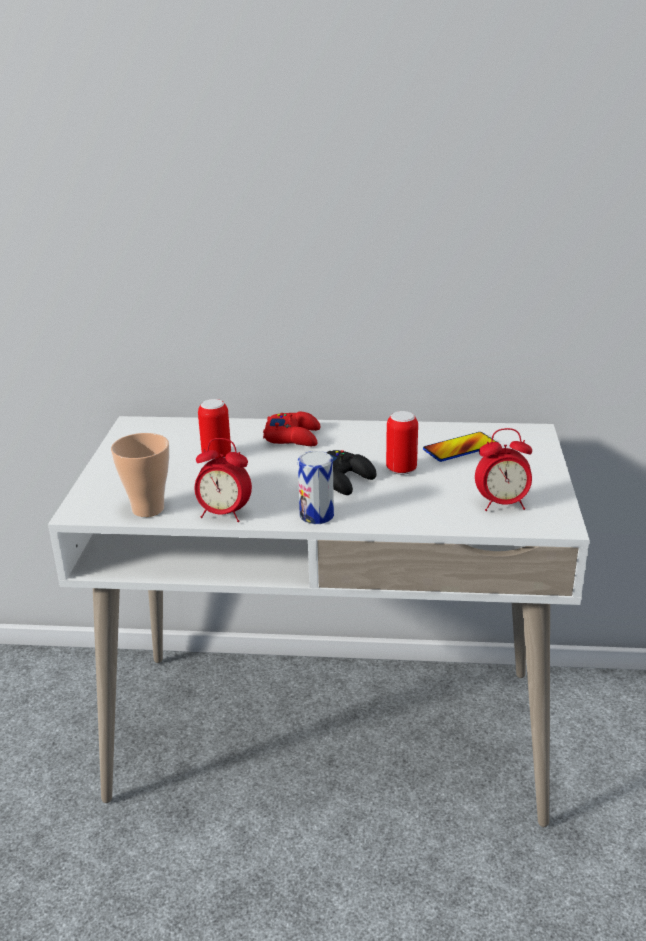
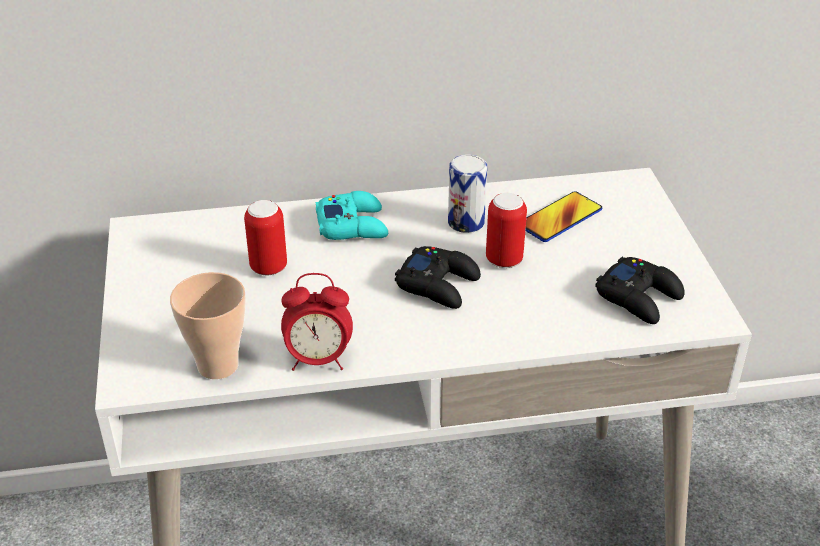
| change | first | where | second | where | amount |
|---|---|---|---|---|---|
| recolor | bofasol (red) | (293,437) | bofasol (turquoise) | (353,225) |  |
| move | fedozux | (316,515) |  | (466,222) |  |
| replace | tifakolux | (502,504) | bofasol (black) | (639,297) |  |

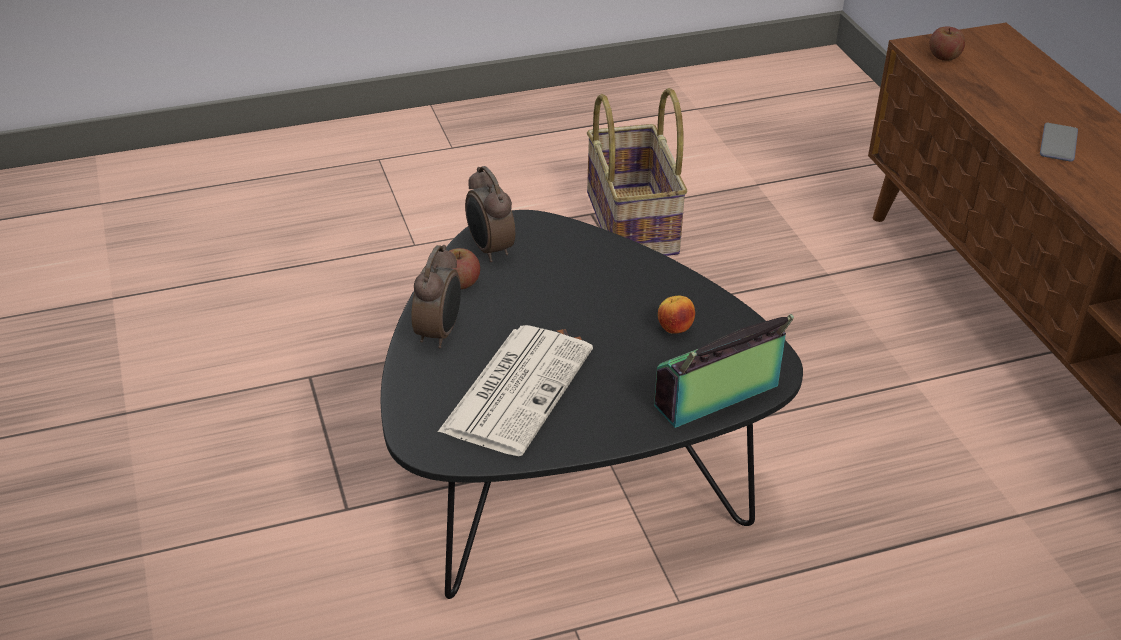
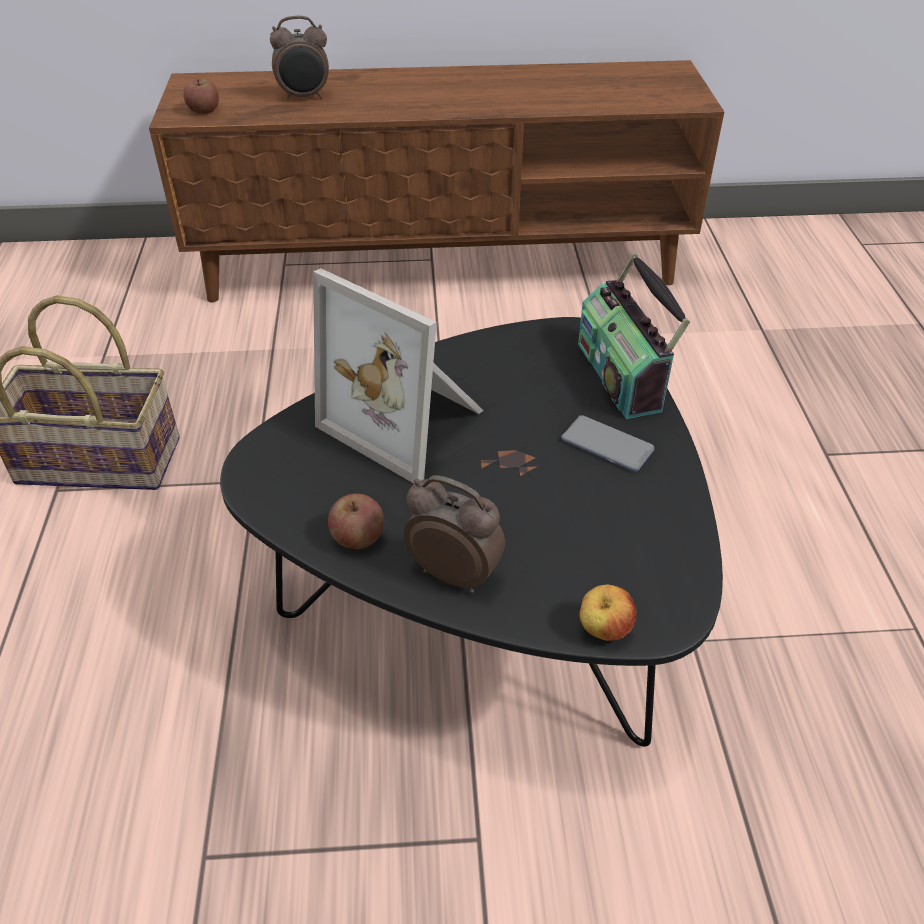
| change | first | where | second | where | amount |
|---|---|---|---|---|---|
| delete | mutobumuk | (517,388) |  |  |  |
| move | tifakolux | (489,250) |  | (304,97) |  |
| move | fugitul | (674,329) |  | (604,630) |  |
| move | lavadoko | (1058,143) |  | (607,445) |  |
| insert |  |  | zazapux | (408,420) |  |

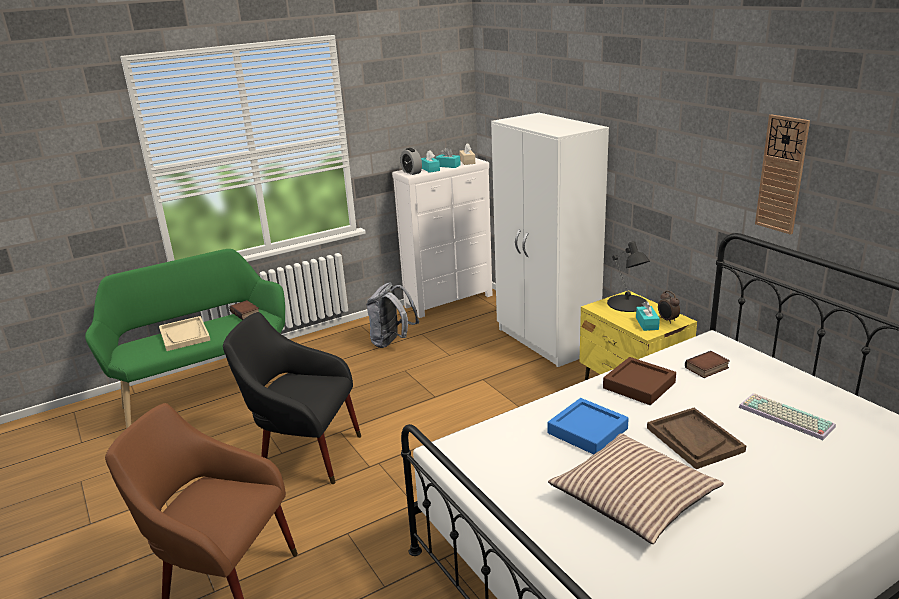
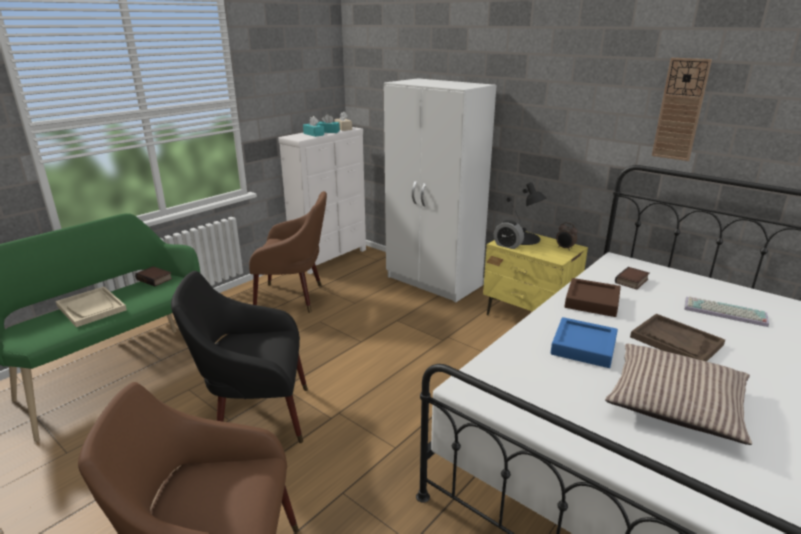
| change | first | where | second | where | amount |
|---|---|---|---|---|---|
| replace | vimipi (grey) | (392,342) | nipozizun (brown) | (294,297) |  |
| move | tifakolux | (411,172) |  | (507,245) |  |
| delete | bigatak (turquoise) | (647,323) |  |  |  |

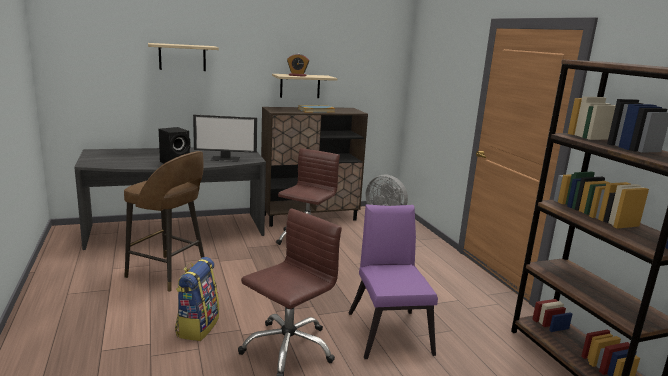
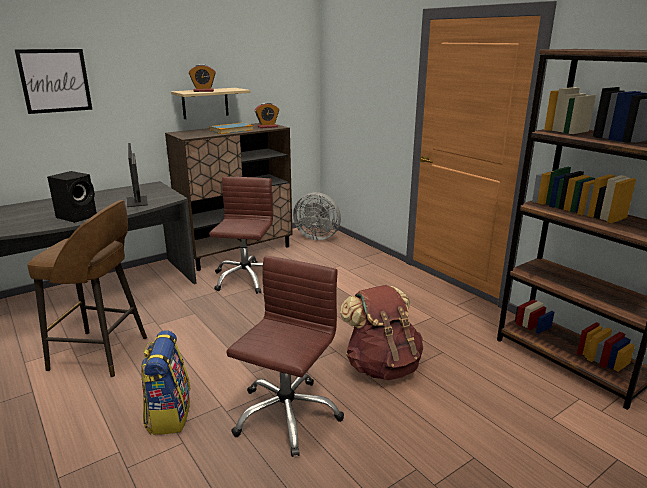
| change | first | where | second | where | amount |
|---|---|---|---|---|---|
| replace | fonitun | (182,57) | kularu | (55,81) |  |
| rotate | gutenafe | (226,158) |  | (137,201) | 90 degrees clockwise |
| replace | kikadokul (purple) | (389,329) | vimipi (brown) | (382,366) |  |
| insert |  |  | tifakolux | (267,127) |  |

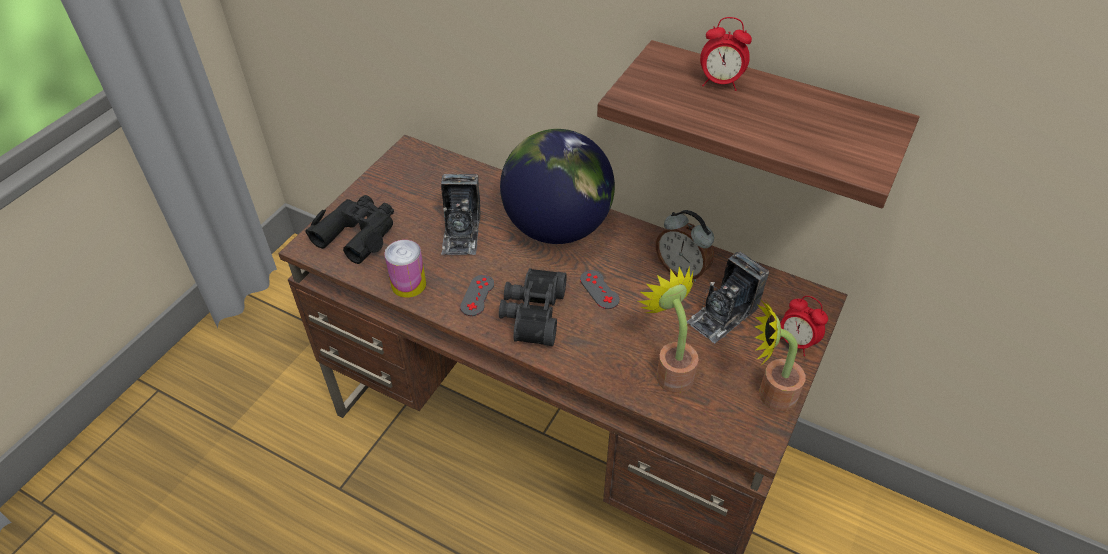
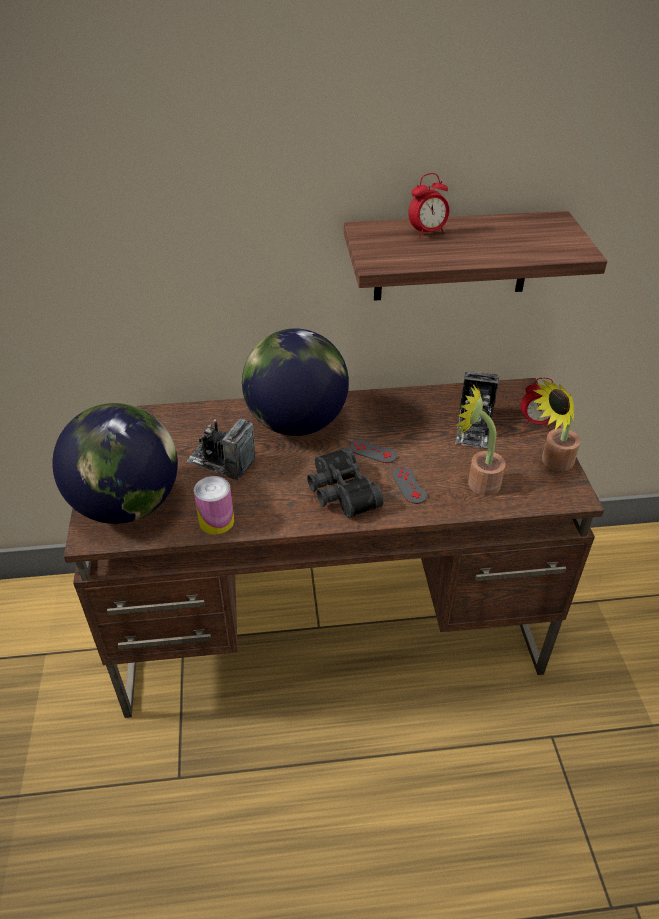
| change | first | where | second | where | amount |
|---|---|---|---|---|---|
| replace | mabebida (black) | (357,233) | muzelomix | (128,504) |  |
| rotate | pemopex | (461,232) |  | (221,461) | 150 degrees clockwise |
| move | bofasol (grey) | (477,295) |  | (409,486) |  |
| delete | tifakolux | (682,270) |  |  |  |

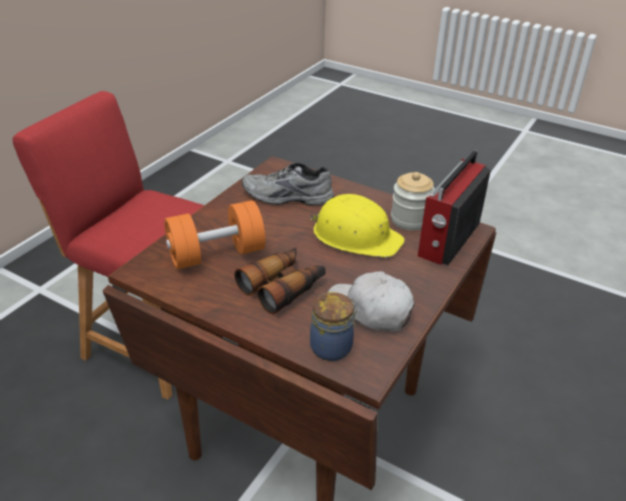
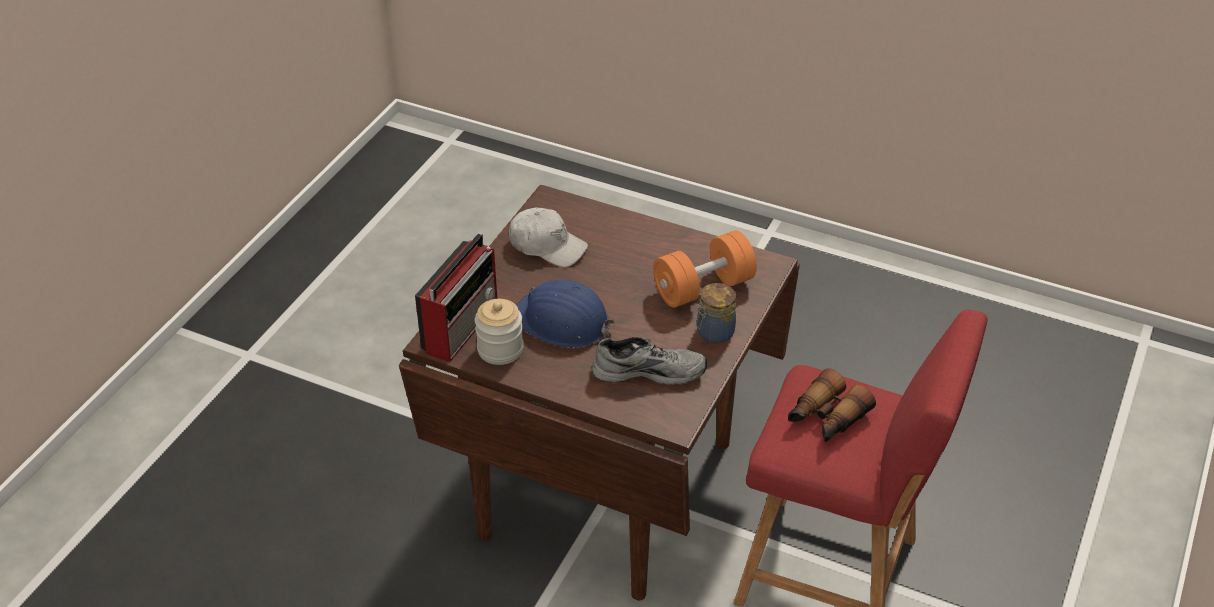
| change | first | where | second | where | amount |
|---|---|---|---|---|---|
| move | mabebida | (283,286) |  | (826,418) |  |
| recolor | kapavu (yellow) | (356,236) | kapavu (blue) | (562,322) |  |
| move | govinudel | (333,347) |  | (713,333) |  |

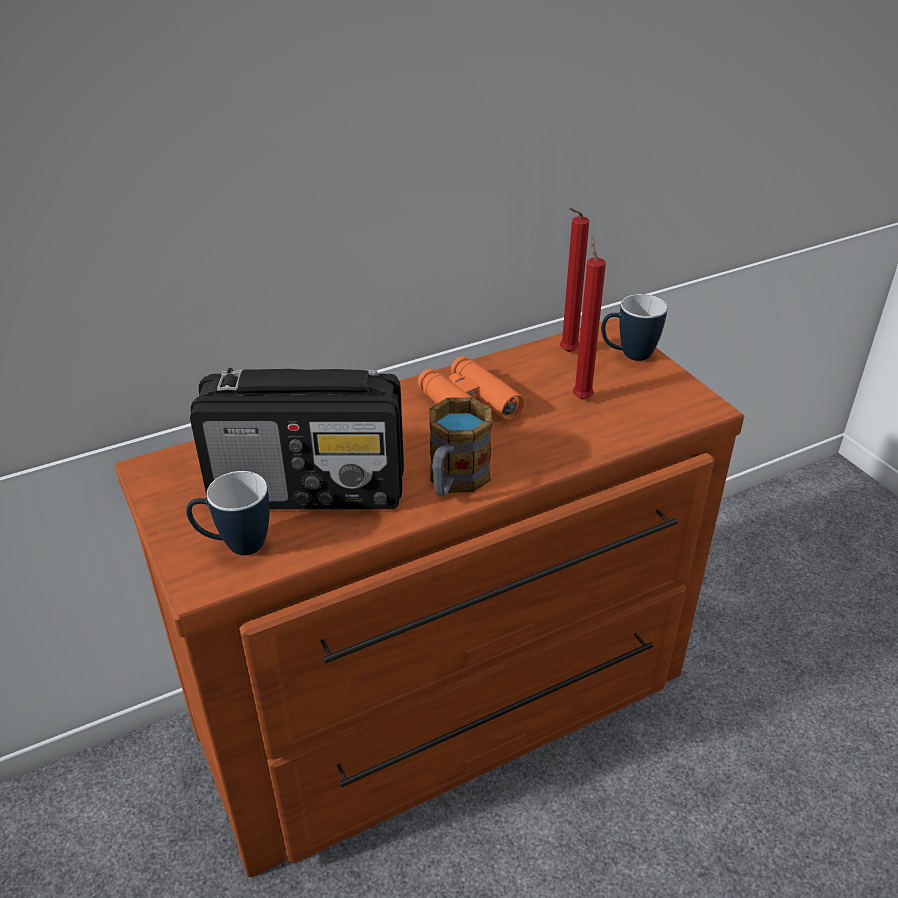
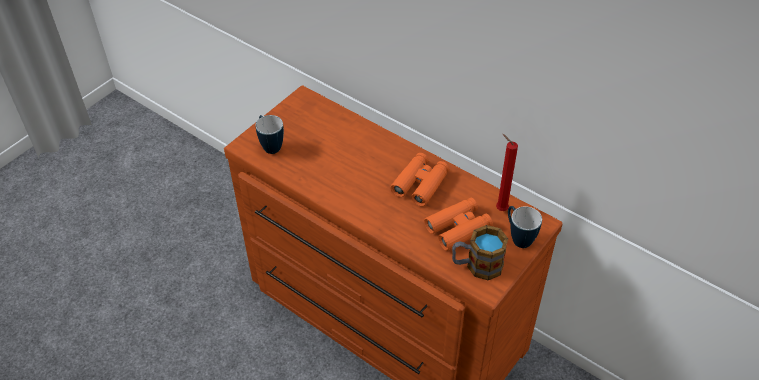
| change | first | where | second | where | amount |
|---|---|---|---|---|---|
| delete | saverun | (310,489) |  |  |  |
| move | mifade | (454,481) |  | (477,265) |  |
| replace | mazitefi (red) | (581,397) | mabebida (orange) | (458,228) |  |

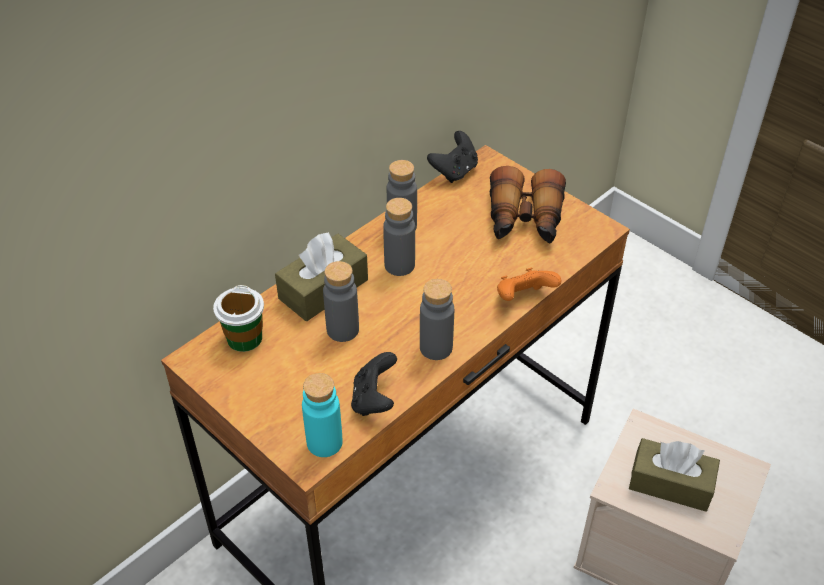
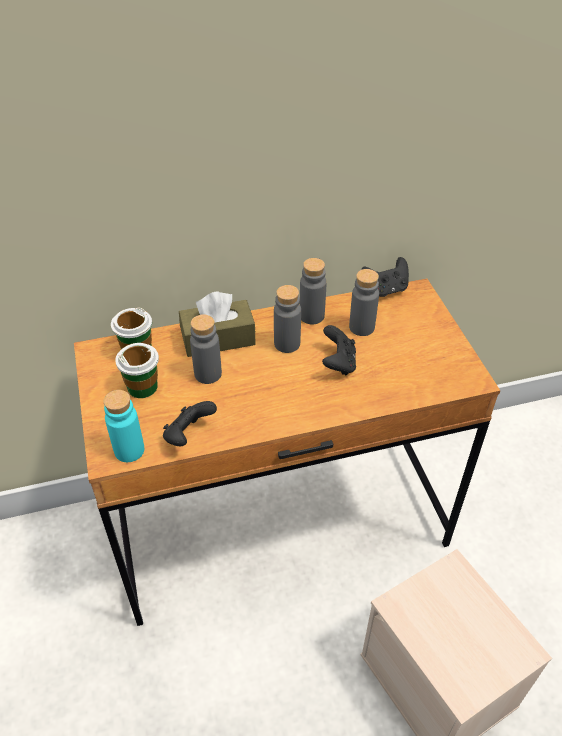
| change | first | where | second | where | amount |
|---|---|---|---|---|---|
| move | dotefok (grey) | (436,347) |  | (361,327) |  |
| delete | mabebida | (524,220) |  |  |  |
| delete | bofasol (orange) | (523,298) |  |  |  |
| delete | bigatak (brown) | (670,484) |  |  |  |
| insert |  |  | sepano | (142,387) |  |
| insert |  |  | bofasol (black) | (338,363) |  |

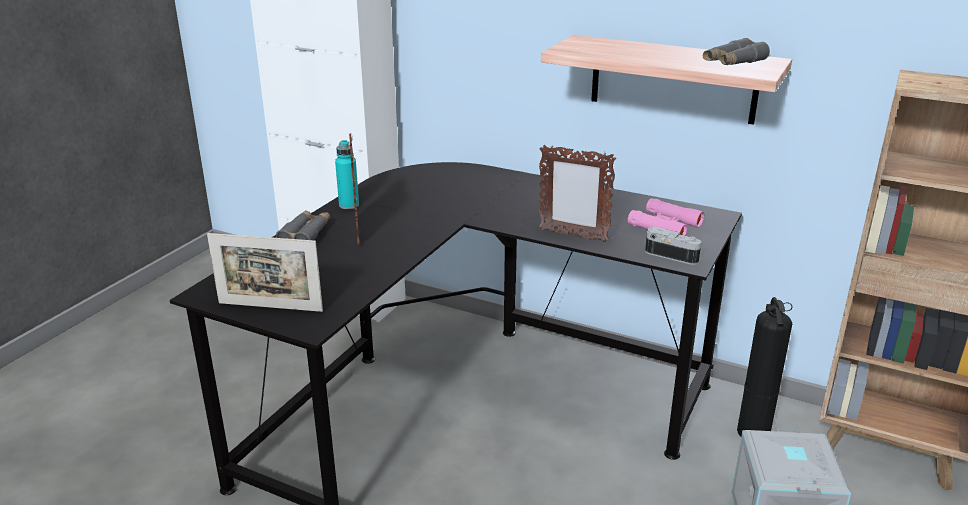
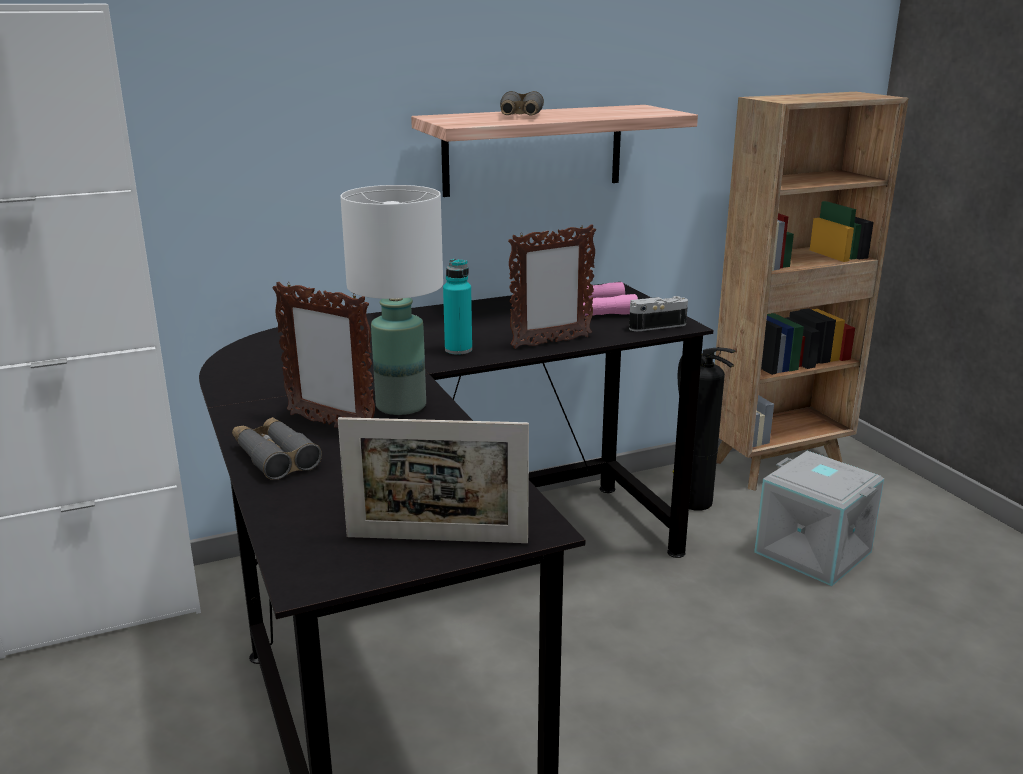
| change | first | where | second | where | amount |
|---|---|---|---|---|---|
| rotate | zazapux | (270,307) |  | (437,539) | 45 degrees clockwise |
| move | dotefok (turquoise) | (349,205) |  | (458,350) |  |
| move | mabebida (grey) | (733,62) |  | (520,116) |  |
| insert |  |  | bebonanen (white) | (401,405) |  |

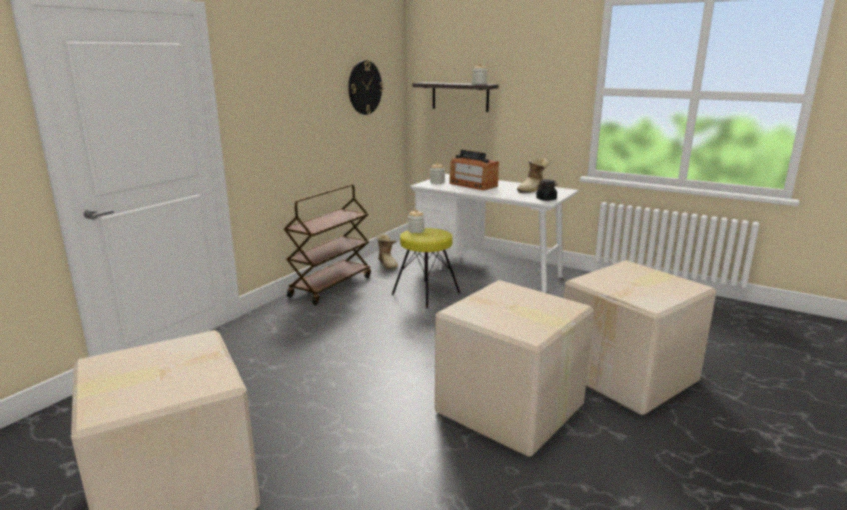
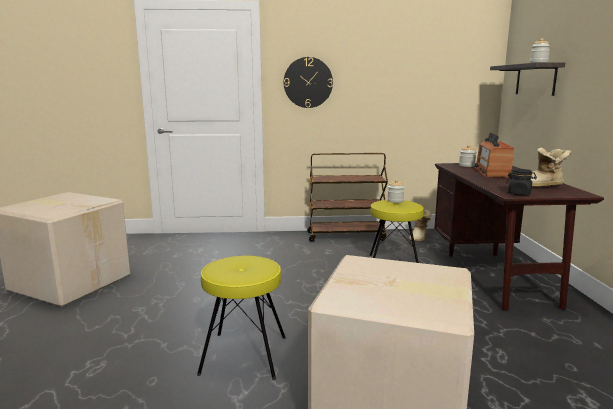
| change | first | where | second | where | amount |
|---|---|---|---|---|---|
| move | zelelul | (364,87) |  | (308,82) |  |
| recolor | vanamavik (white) | (490,271) | vanamavik (brown) | (494,274) |  |
| replace | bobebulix | (510,410) | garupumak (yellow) | (243,355) |  |

